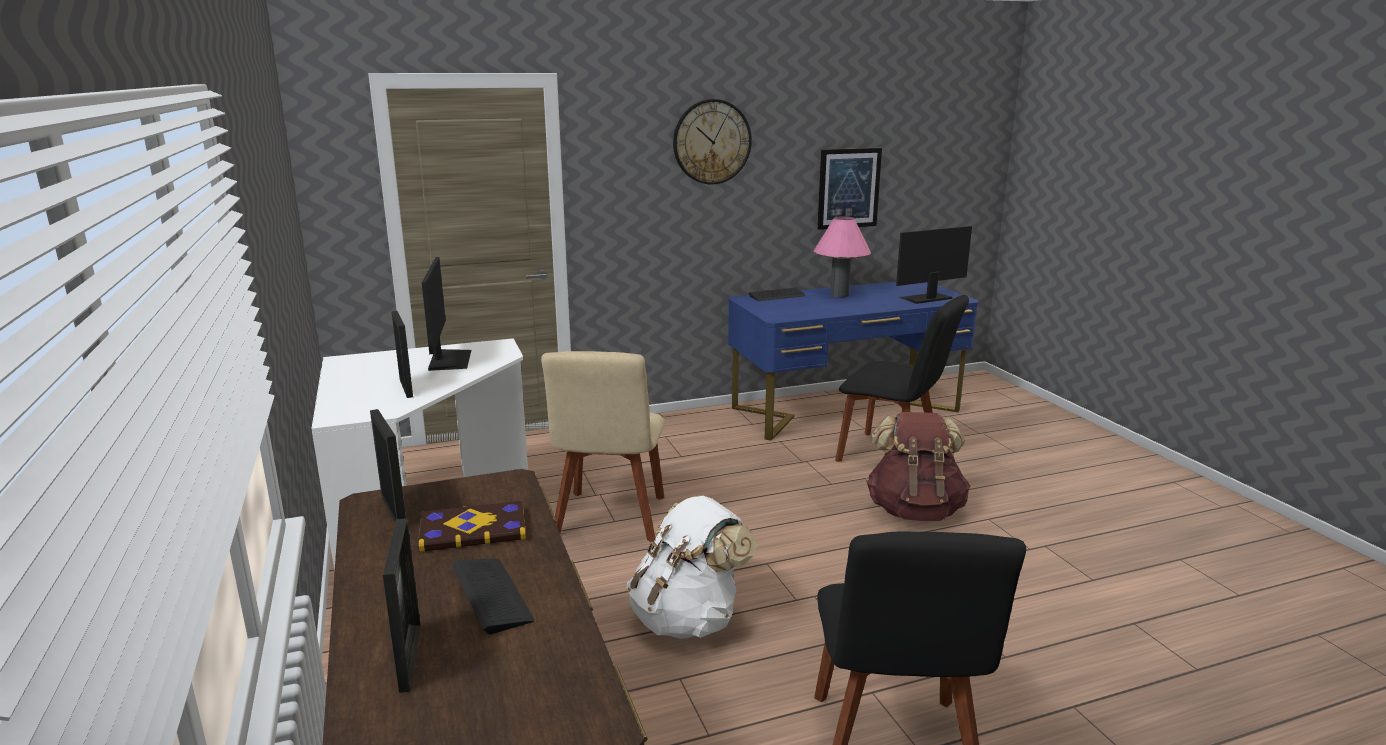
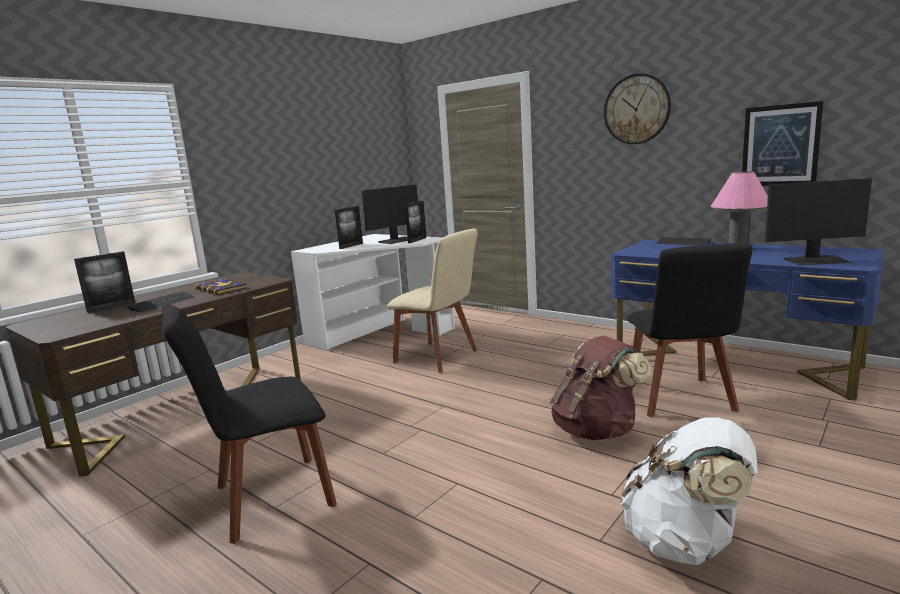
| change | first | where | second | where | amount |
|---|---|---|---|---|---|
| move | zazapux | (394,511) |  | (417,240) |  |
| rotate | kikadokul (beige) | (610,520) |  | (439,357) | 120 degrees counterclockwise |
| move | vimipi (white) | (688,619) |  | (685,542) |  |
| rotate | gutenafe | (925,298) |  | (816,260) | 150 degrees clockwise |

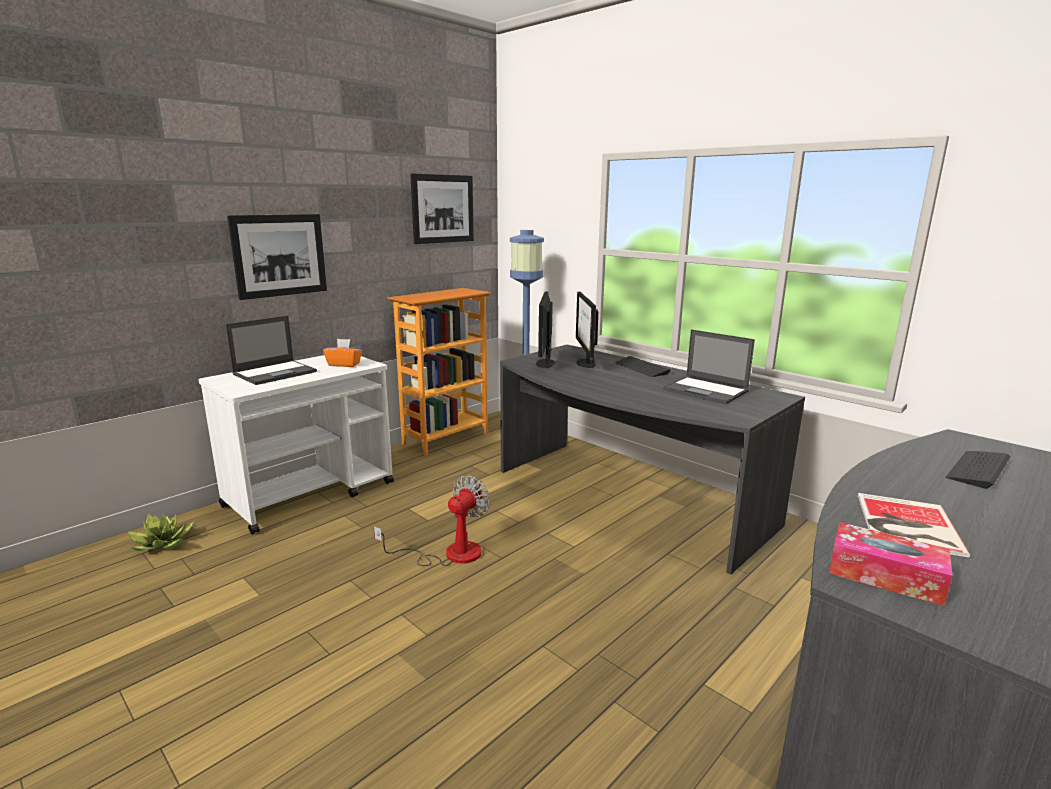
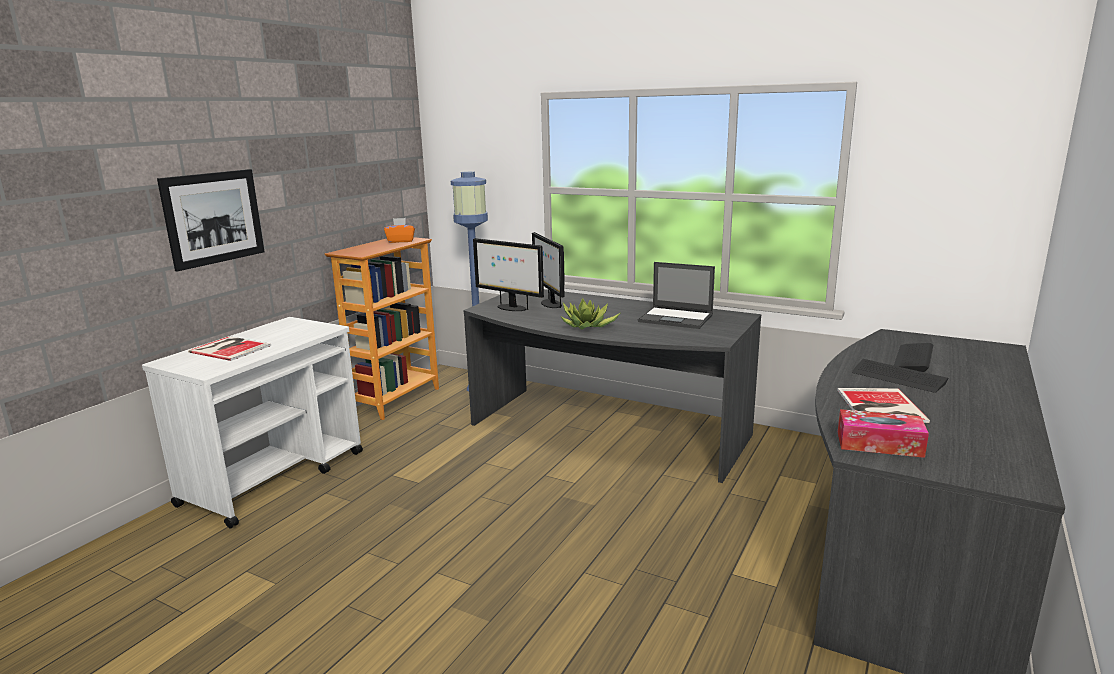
| change | first | where | second | where | amount |
|---|---|---|---|---|---|
| move | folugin | (163,544) |  | (587,326) |  |
| replace | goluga | (276,373) | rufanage | (230,348) |  |
| move | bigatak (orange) | (344,364) |  | (401,241) |  |
| delete | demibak | (449,554) |  |  |  |
| delete | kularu | (443,209) |  |  |  |
| rotate | gutenafe | (545,363) |  | (511,308) | 45 degrees counterclockwise |
| move | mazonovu | (641,368) |  | (898,377) |  |

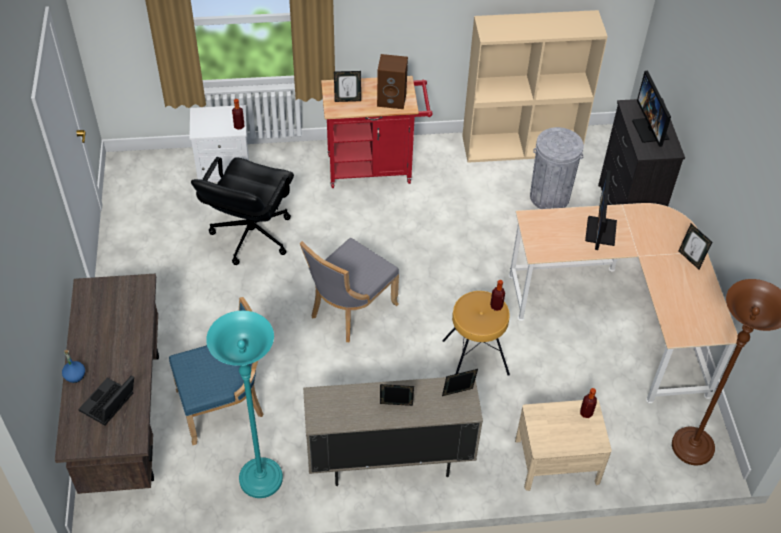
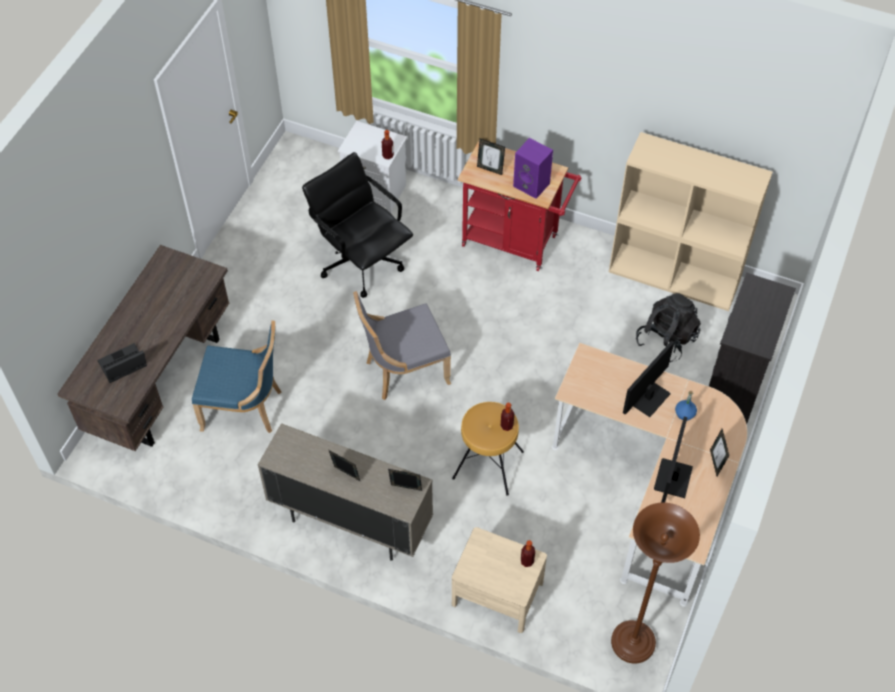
| change | first | where | second | where | amount |
|---|---|---|---|---|---|
| move | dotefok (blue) | (75,375) |  | (685,413) |  |
| rotate | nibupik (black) | (250,235) |  | (361,262) | 90 degrees clockwise |
| delete | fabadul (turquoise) | (261,479) |  |  |  |
| recolor | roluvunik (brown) | (392,99) | roluvunik (purple) | (532,185) |  |
| replace | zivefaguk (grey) | (549,196) | vimipi (black) | (666,340) |  |
| move | gutenafe | (650,130) |  | (673,478) |  |

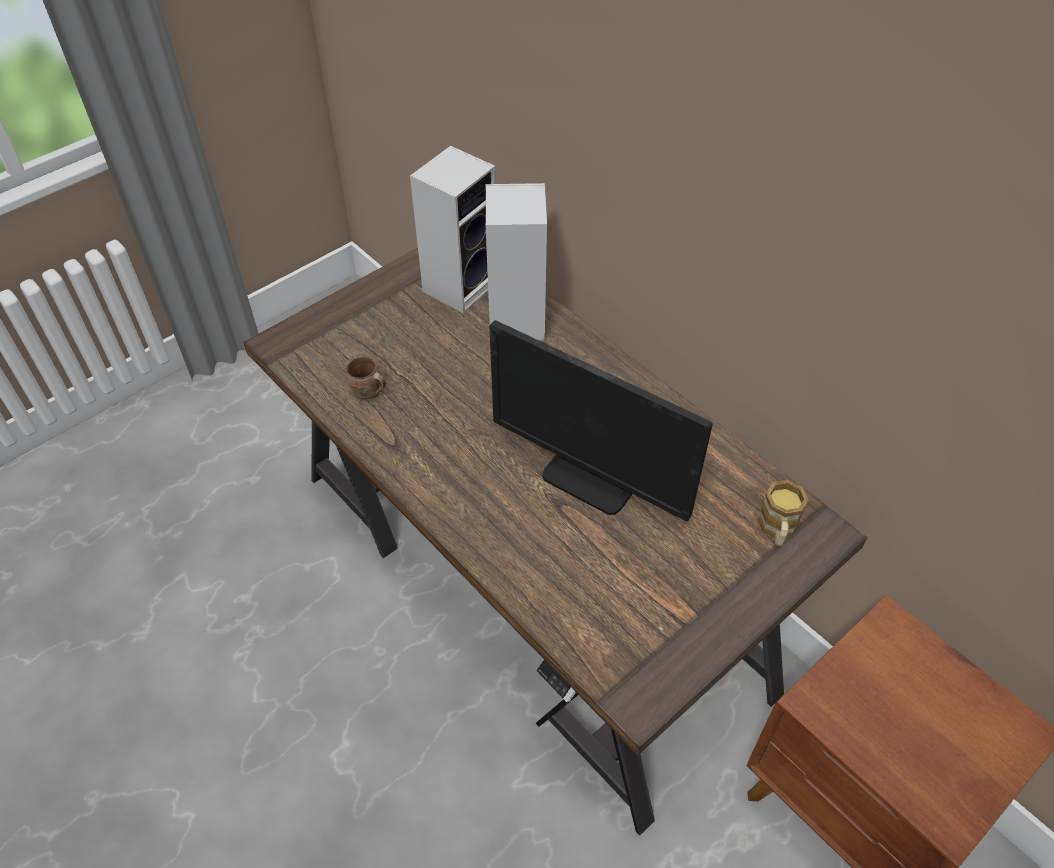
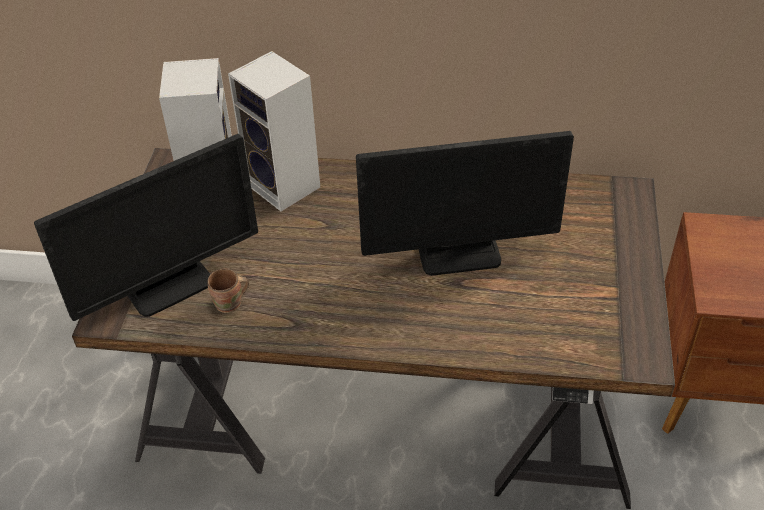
| change | first | where | second | where | amount |
|---|---|---|---|---|---|
| delete | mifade | (777,530) |  |  |  |
| insert |  |  | gutenafe | (169,285) |  |

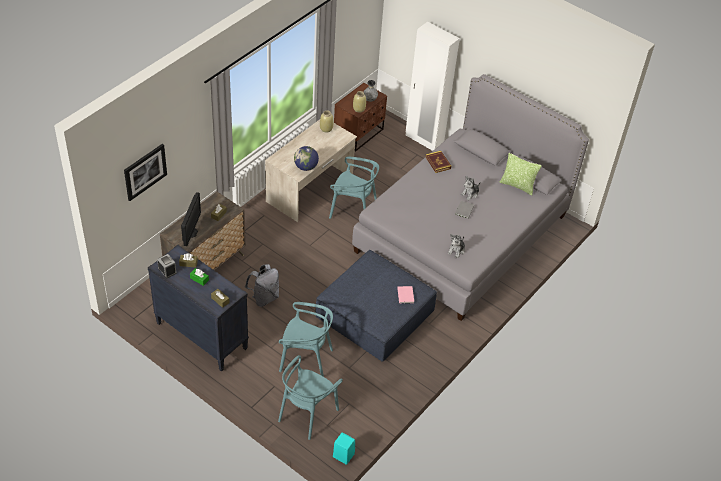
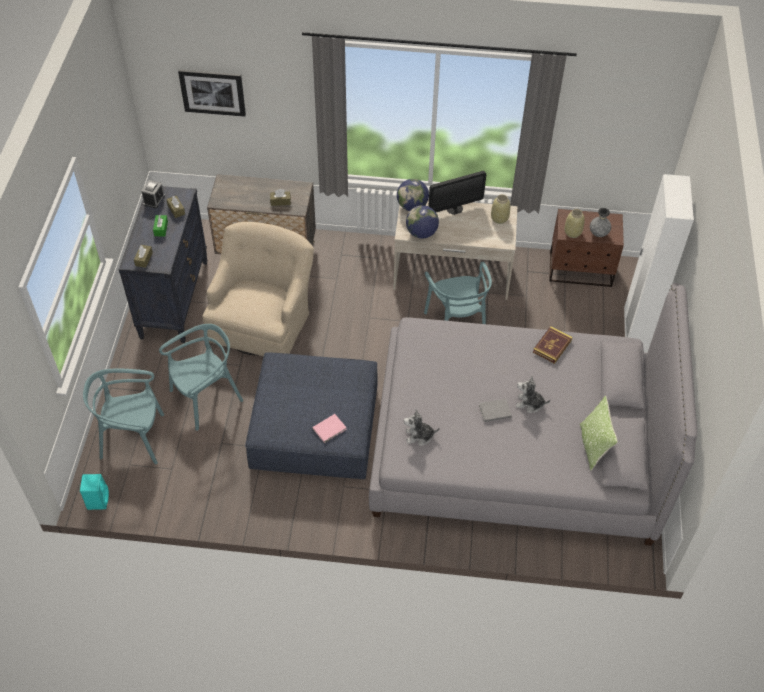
| change | first | where | second | where | amount |
|---|---|---|---|---|---|
| move | gutenafe | (191,232) |  | (454,209) |  |
| replace | vimipi (grey) | (264,298) | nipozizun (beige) | (263,320) |  |
| rotate | kikadokul (turquoise) | (305,358) |  | (206,398) | 105 degrees counterclockwise |
| insert |  |  | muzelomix | (412,206) |  |

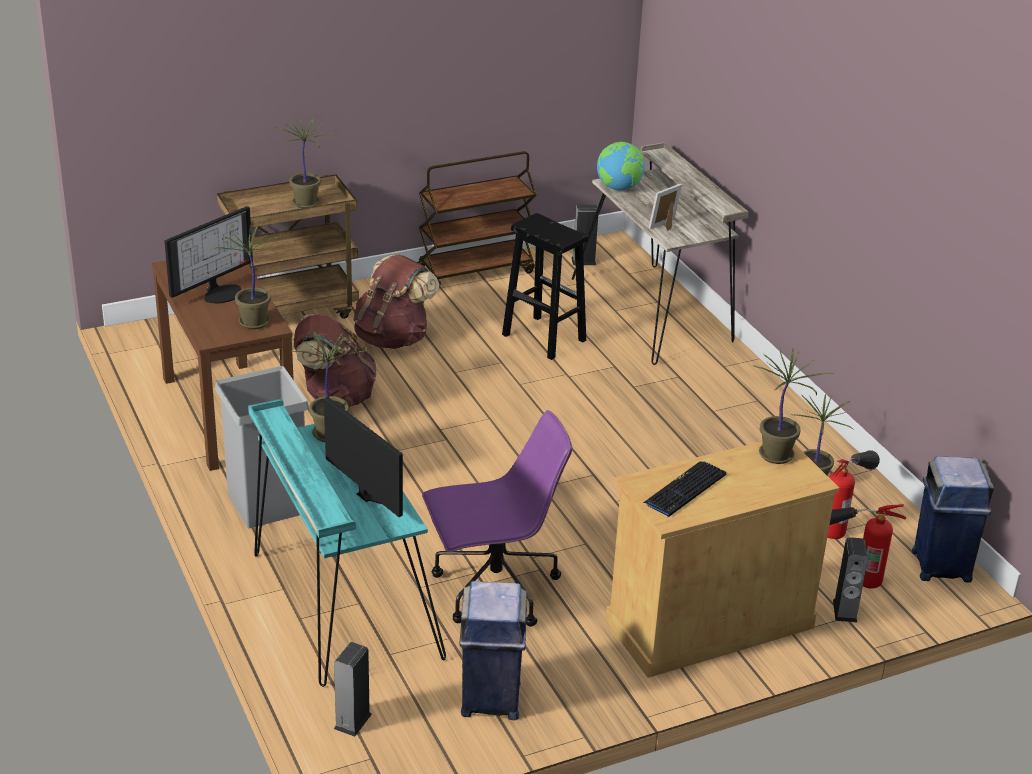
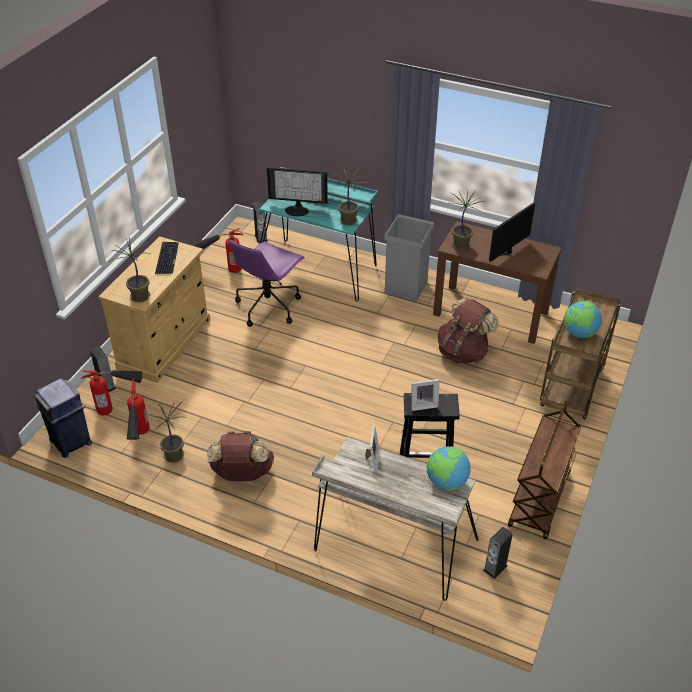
| change | first | where | second | where | amount |
|---|---|---|---|---|---|
| rotate | gutenafe | (220,292) |  | (503,250) | 45 degrees clockwise |
| replace | folugin | (307,203) | muzelomix | (579,333) |  |
| move | vimipi (brown) | (393,338) |  | (242,474) |  |
| replace | zivefaguk (blue) | (490,699) | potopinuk | (222,268) |  |
| insert |  |  | zazapux | (423,404) |  |

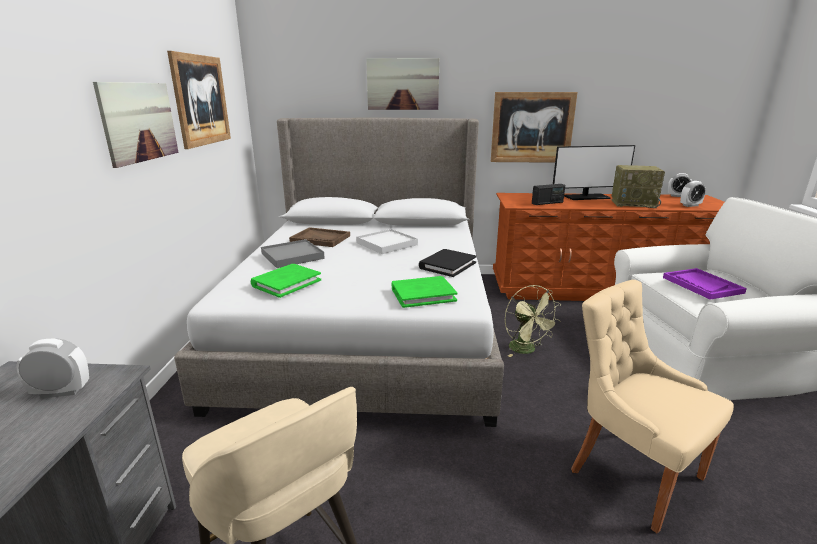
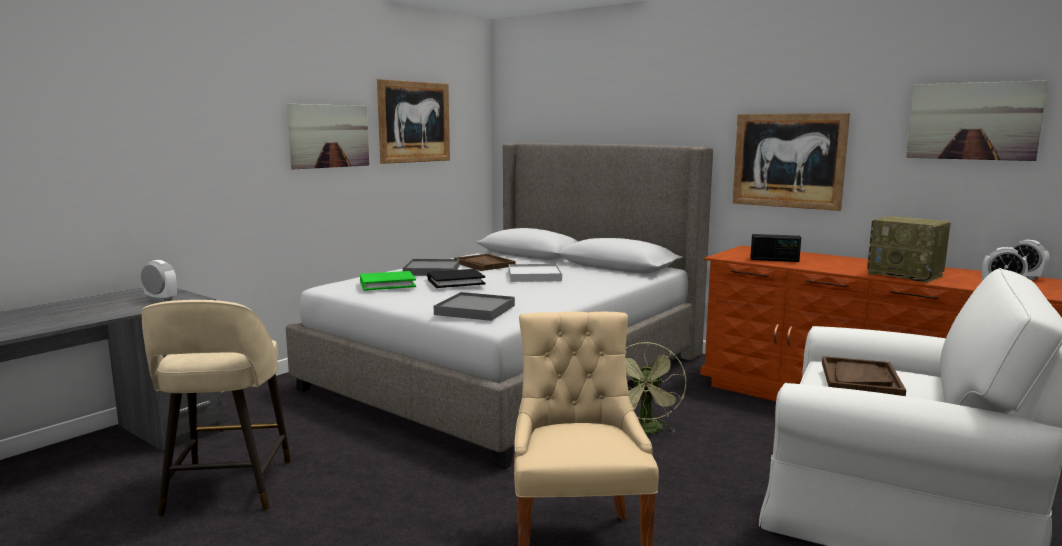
| change | first | where | second | where | amount |
|---|---|---|---|---|---|
| move | kularu | (403,84) |  | (973,121) |  |
| replace | rufanage (green) | (423,294) | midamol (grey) | (475,310) |  |
| move | rufanage (black) | (447,265) |  | (455,281) |  |
| delete | gutenafe | (586,197) |  |  |  |
| recolor | midamol (purple) | (702,285) | midamol (brown) | (860,379) |  |

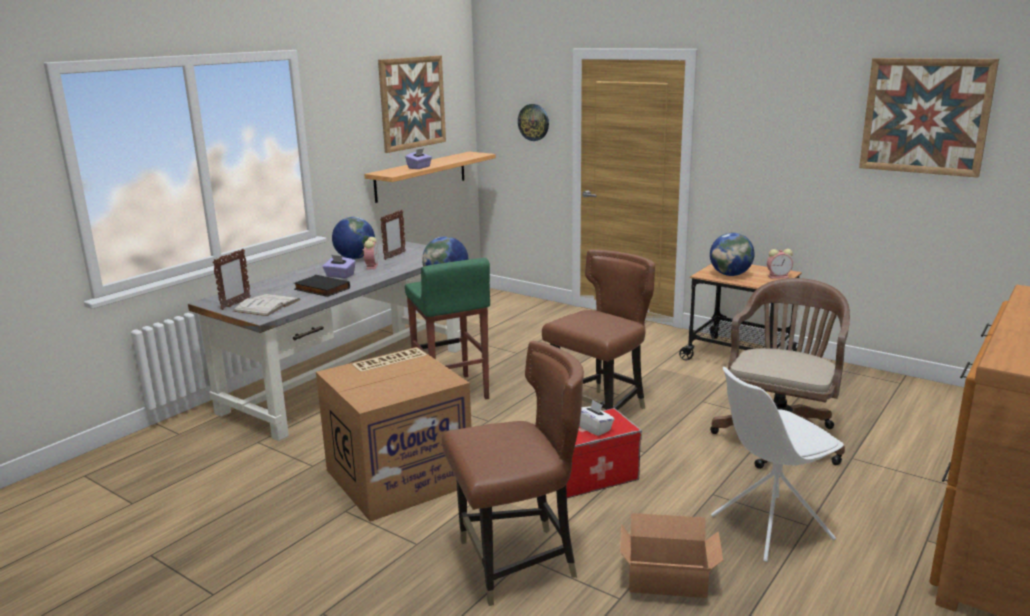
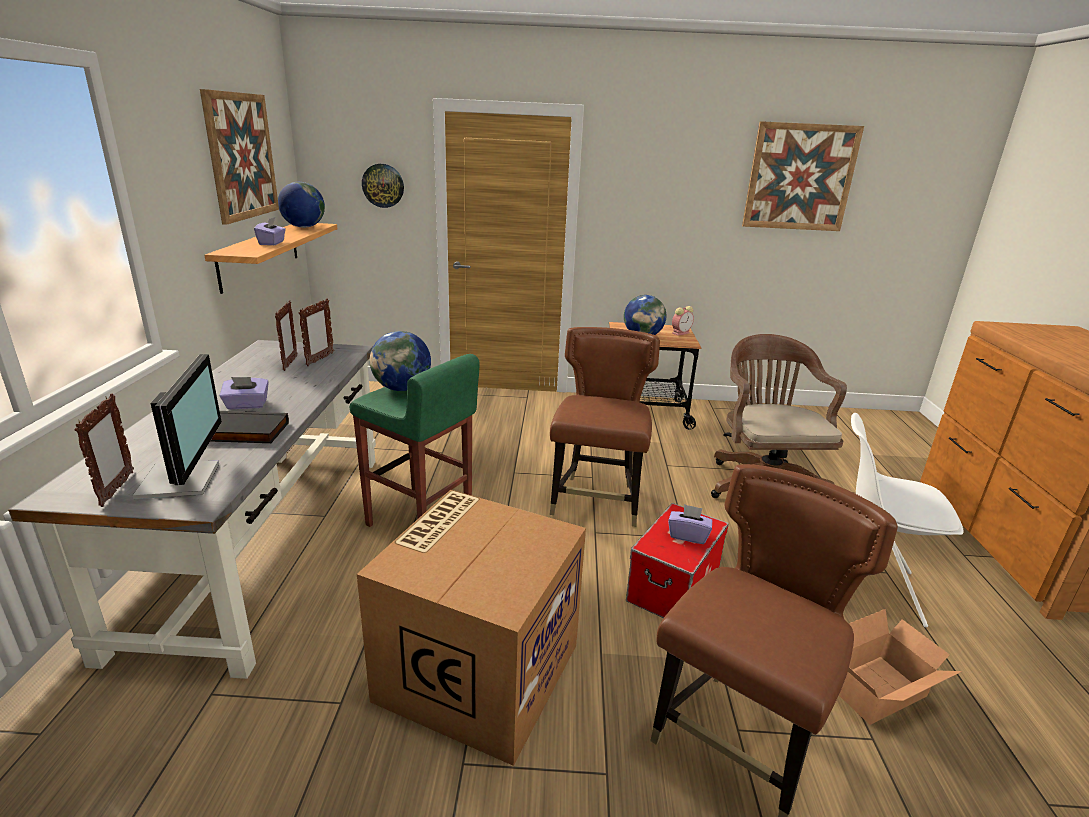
| change | first | where | second | where | amount |
|---|---|---|---|---|---|
| replace | rufanage (white) | (267,305) | gutenafe | (183,479) |  |
| move | muzelomix | (355,258) |  | (303,227) |  |
| delete | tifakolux | (371,266) |  |  |  |
| recolor | bigatak (white) | (594,428) | bigatak (purple) | (688,535) |  |
| rotate | kikadokul (white) | (769,528) |  | (868,587) | 75 degrees clockwise |
| insert |  |  | zazapux | (320,359) |  |

